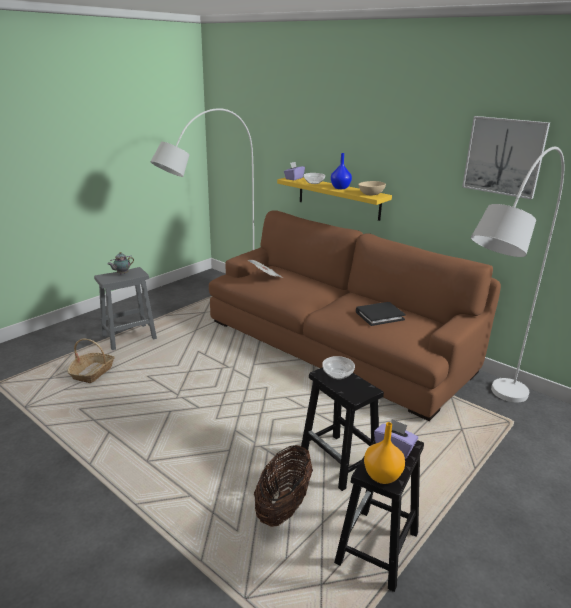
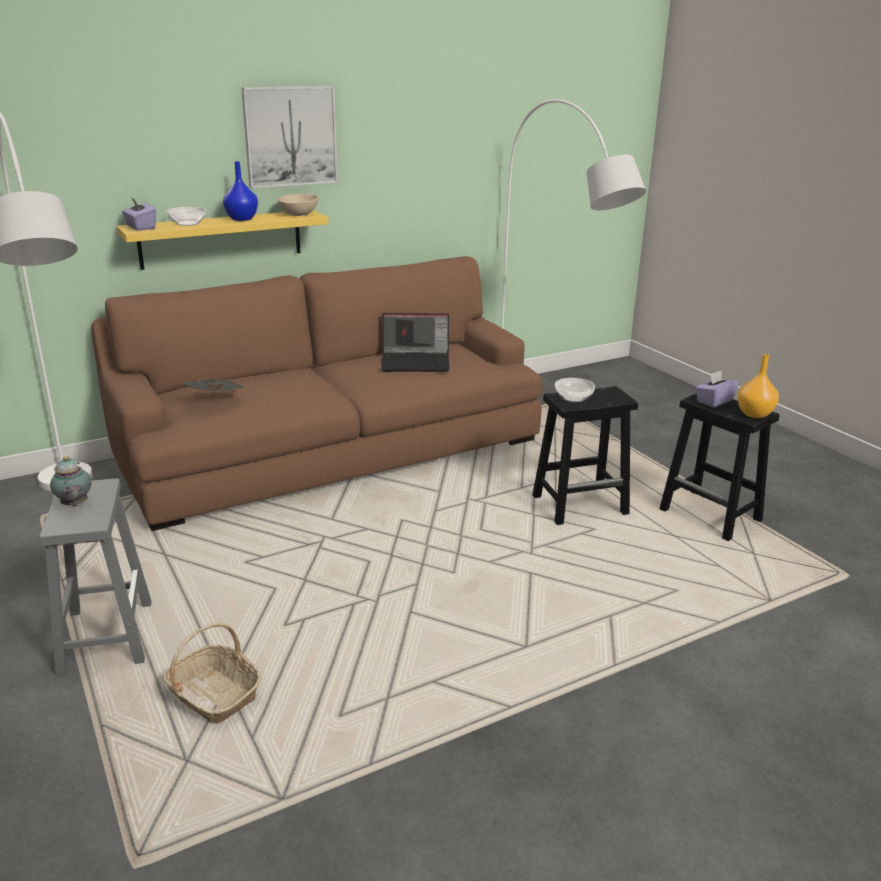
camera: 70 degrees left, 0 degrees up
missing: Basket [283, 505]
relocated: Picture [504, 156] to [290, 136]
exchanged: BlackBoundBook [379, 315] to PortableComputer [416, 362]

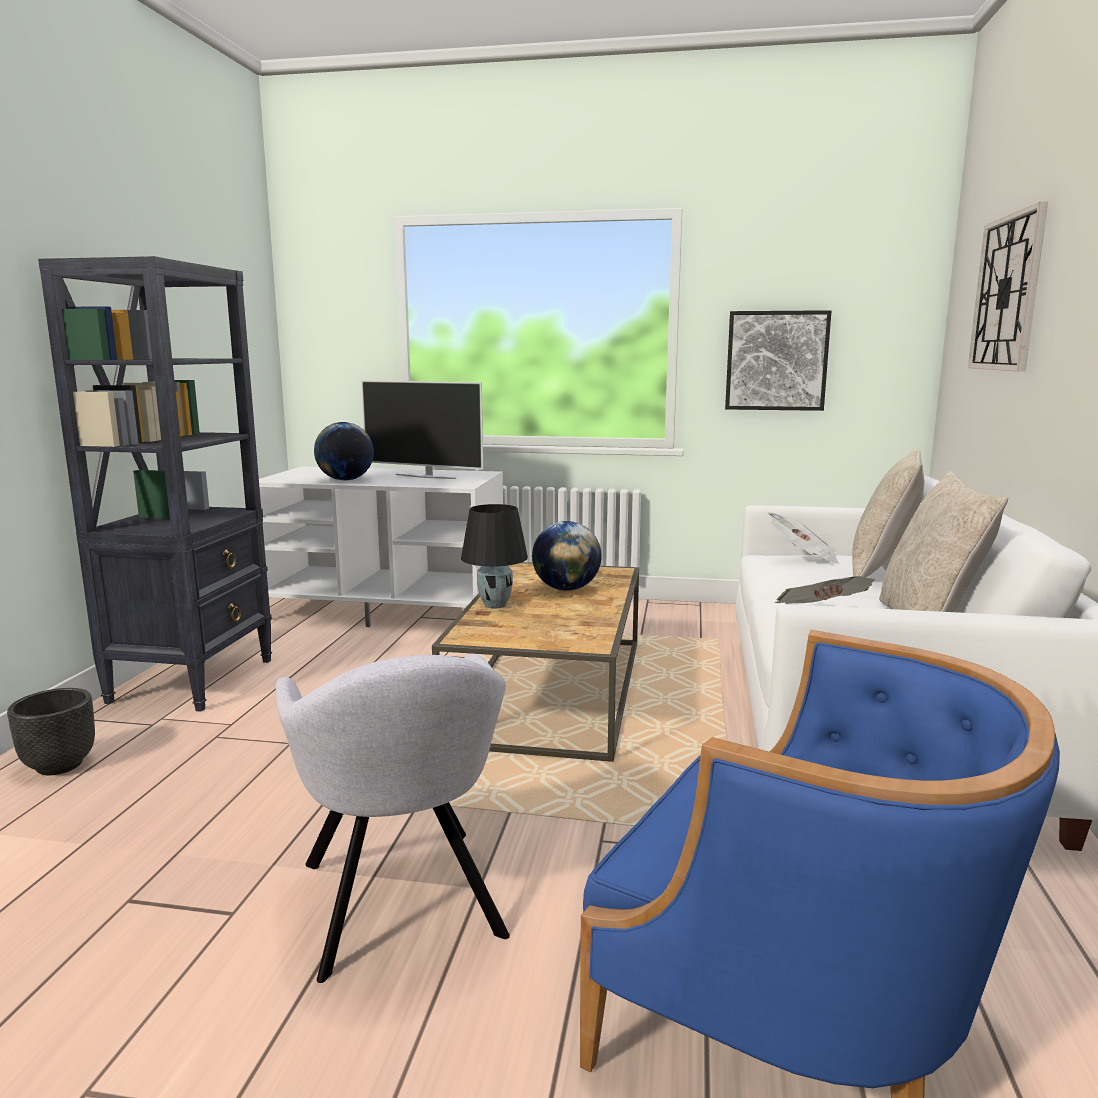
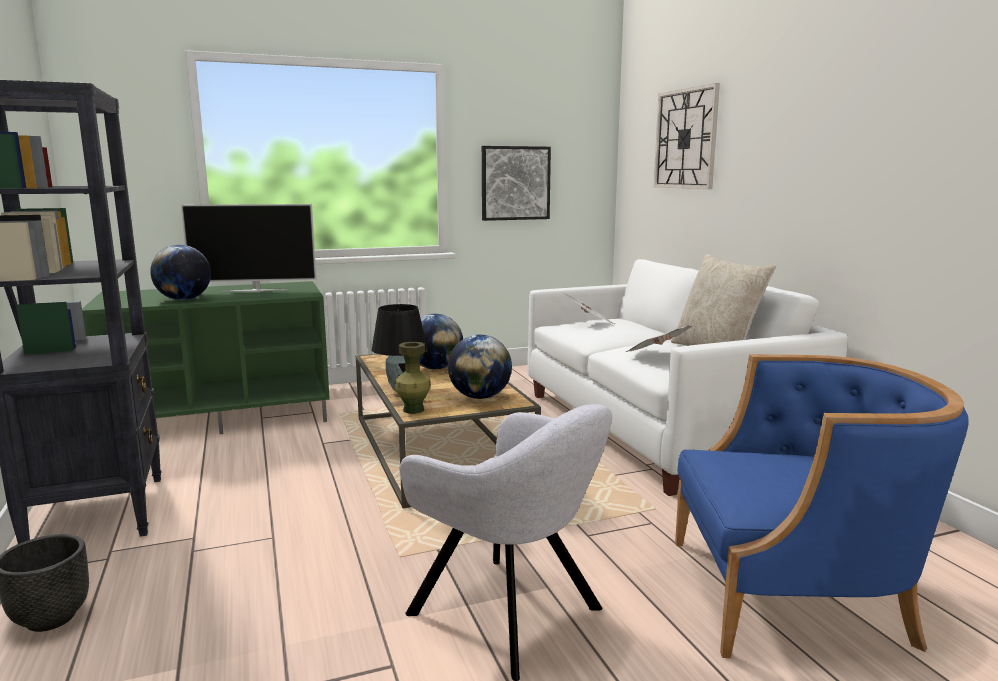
camera: 30 degrees left, 0 degrees up
missing: SandColouredThrowPillow [882, 571]
appeared: GreenDecorativeVase [413, 410]; Globe [480, 397]
colour: WhitishMediaConsole [389, 610] to GreenMediaConsole [224, 417]

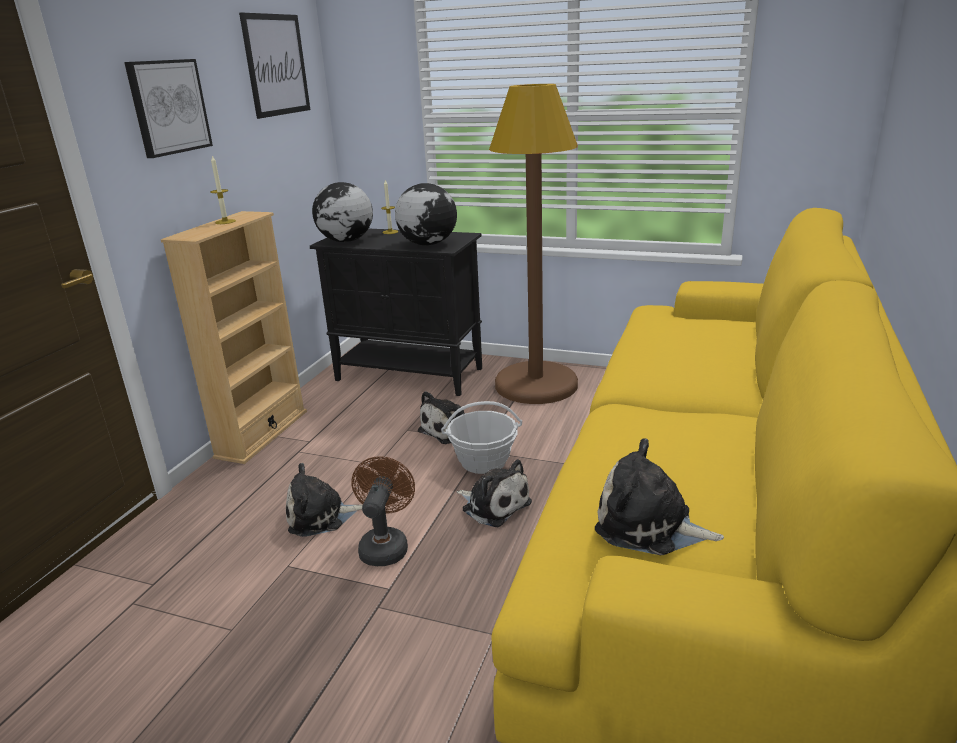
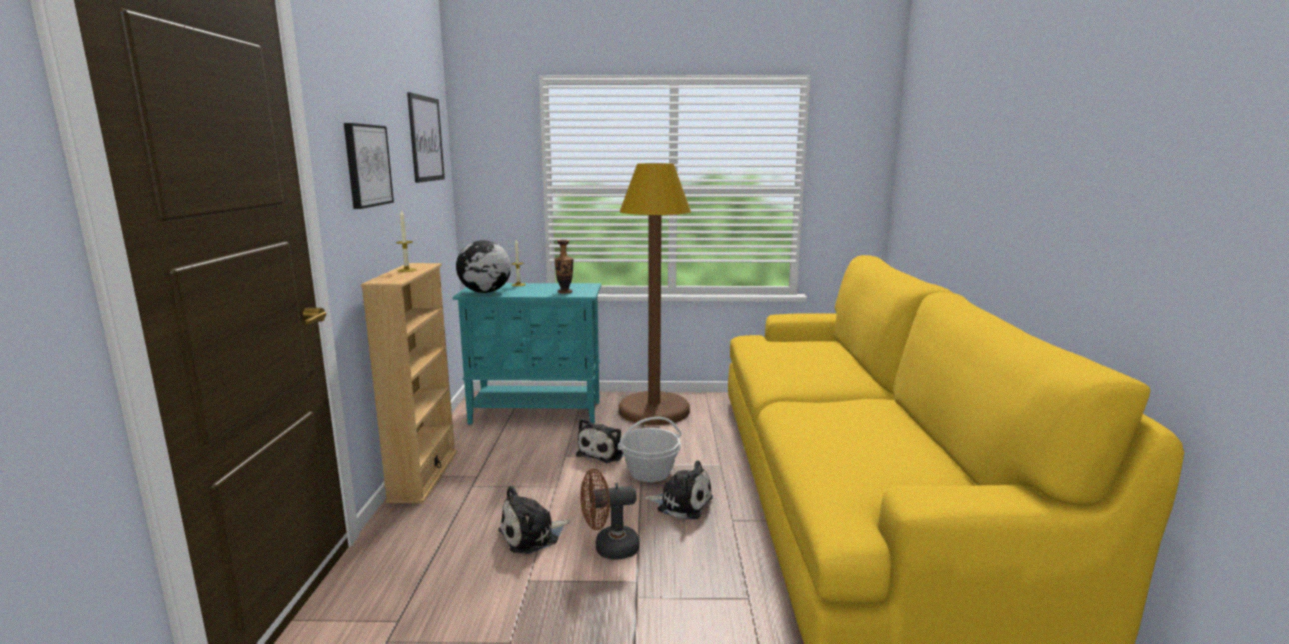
camera: 20 degrees left, 10 degrees down
missing: CuddlyToy [649, 526]
exchanged: Globe [428, 244] to DecorativeVase [565, 292]
colour: BlackCabinet [410, 374] to TurquoiseCabinet [537, 412]
spun: BrownColouredCoolingFan [385, 545] = [609, 548] 90 degrees counterclockwise

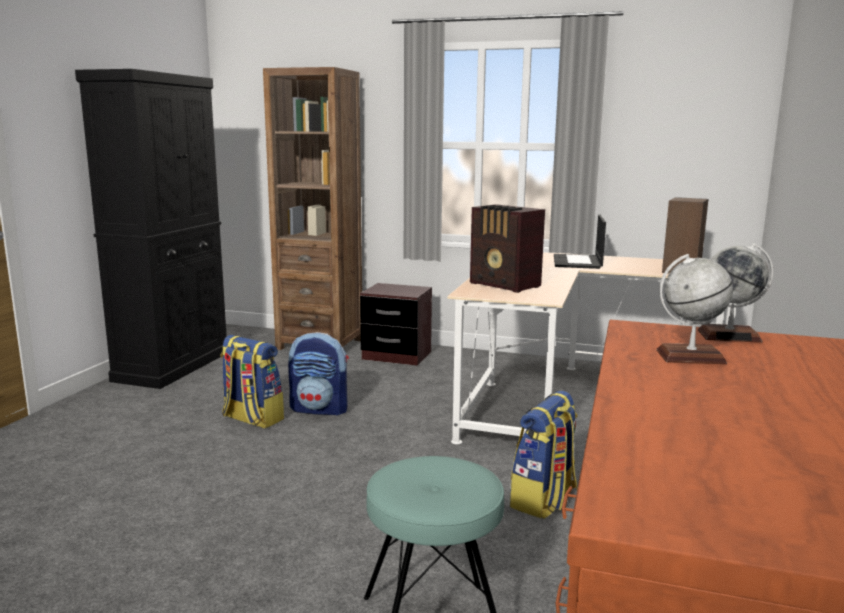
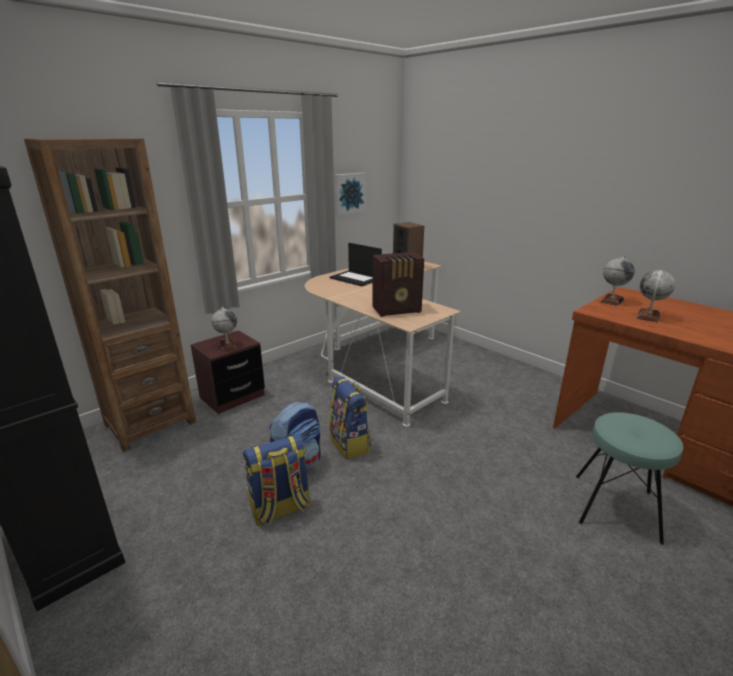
camera: 60 degrees left, 10 degrees up
appeared: Globe [227, 345]; Picture [349, 193]
relocated: Rucksack [544, 500] to [350, 444]

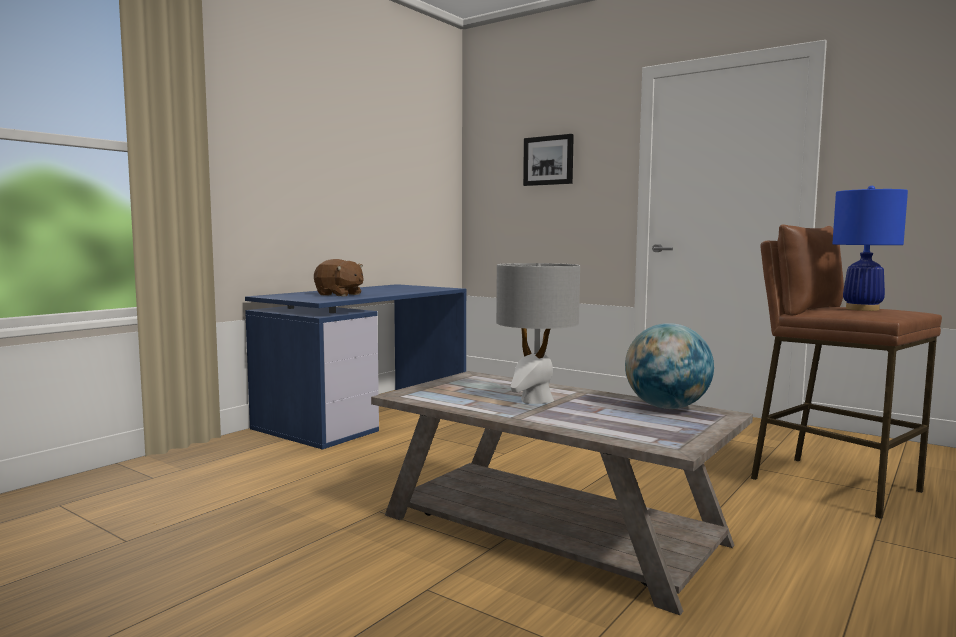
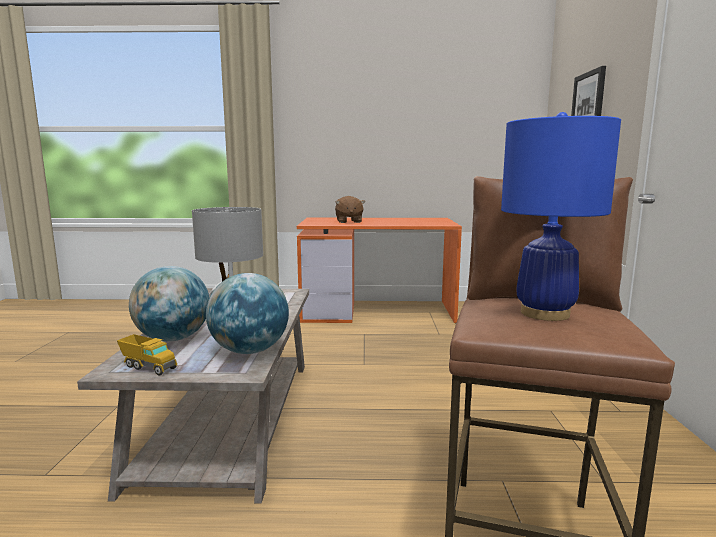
camera: 55 degrees right, 5 degrees up
appeared: ModelTruck [148, 367]; Globe [173, 339]
colour: BluishDesk [366, 414] to OrangeyDesk [378, 311]

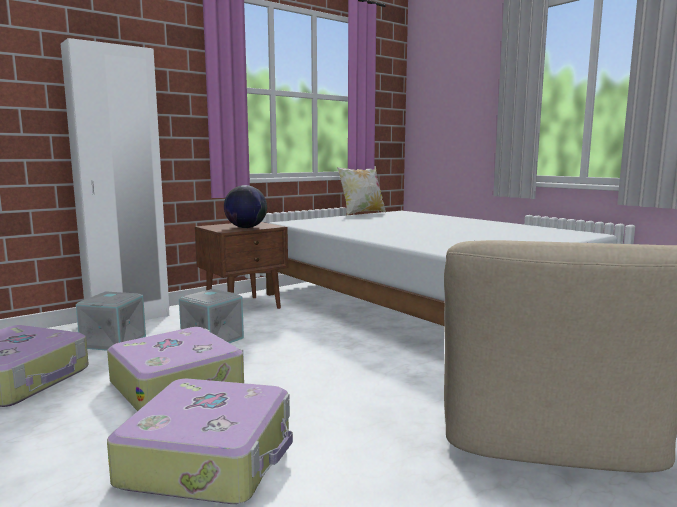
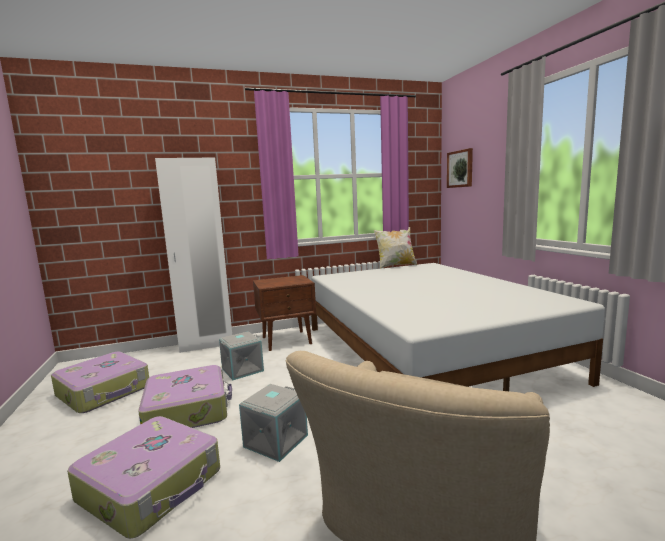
camera: 20 degrees right, 0 degrees up
missing: Globe [246, 228]
appeared: Picture [460, 169]
relocated: GrayStorageBox [113, 341] to [275, 440]

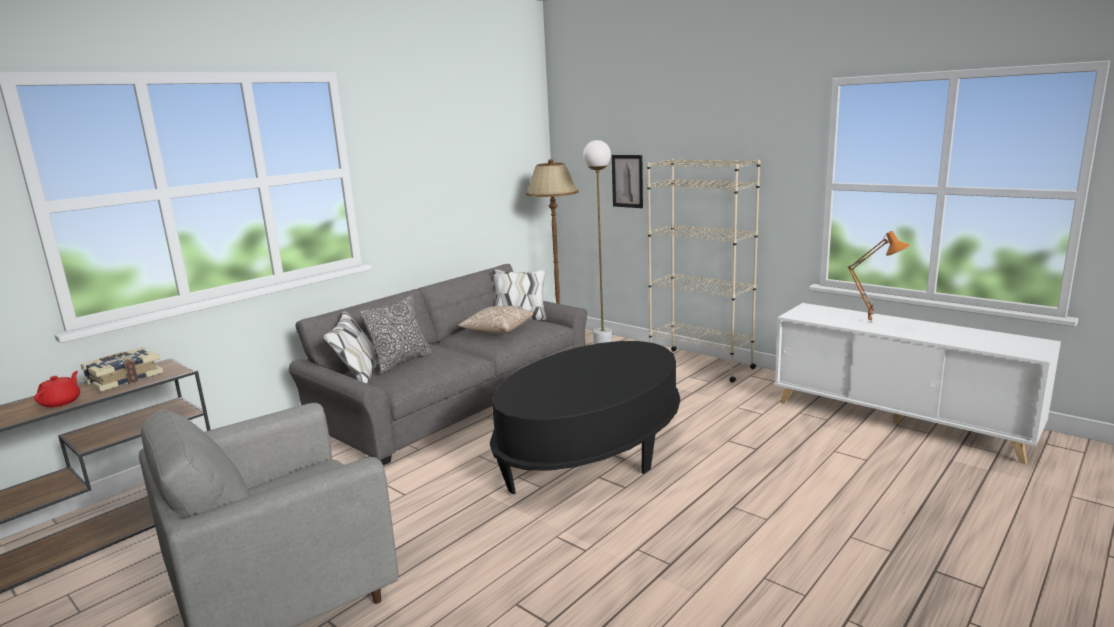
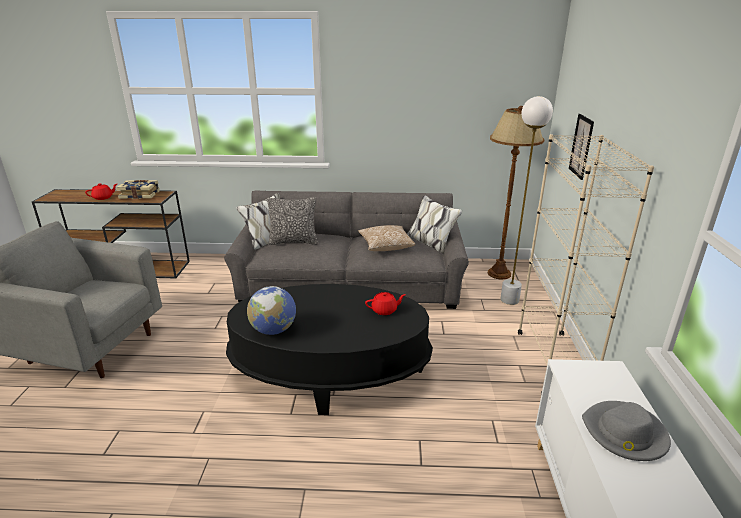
camera: 50 degrees right, 10 degrees up
appeared: Globe [273, 330]; RedTeaPot [385, 310]
exchanged: OrangeyTableLamp [871, 322] to GrayHat [625, 433]

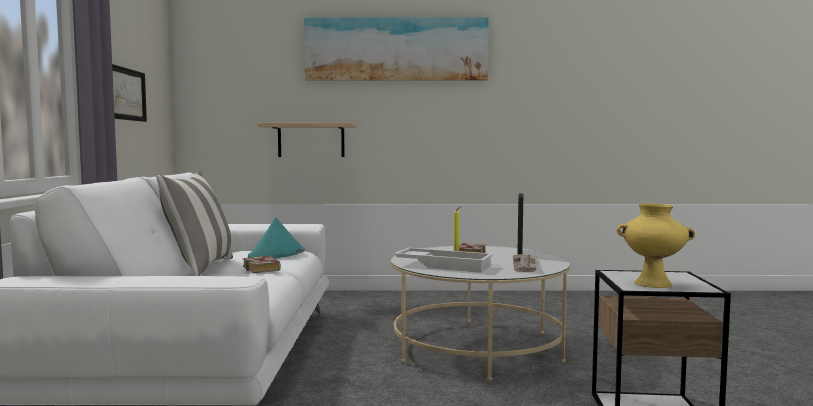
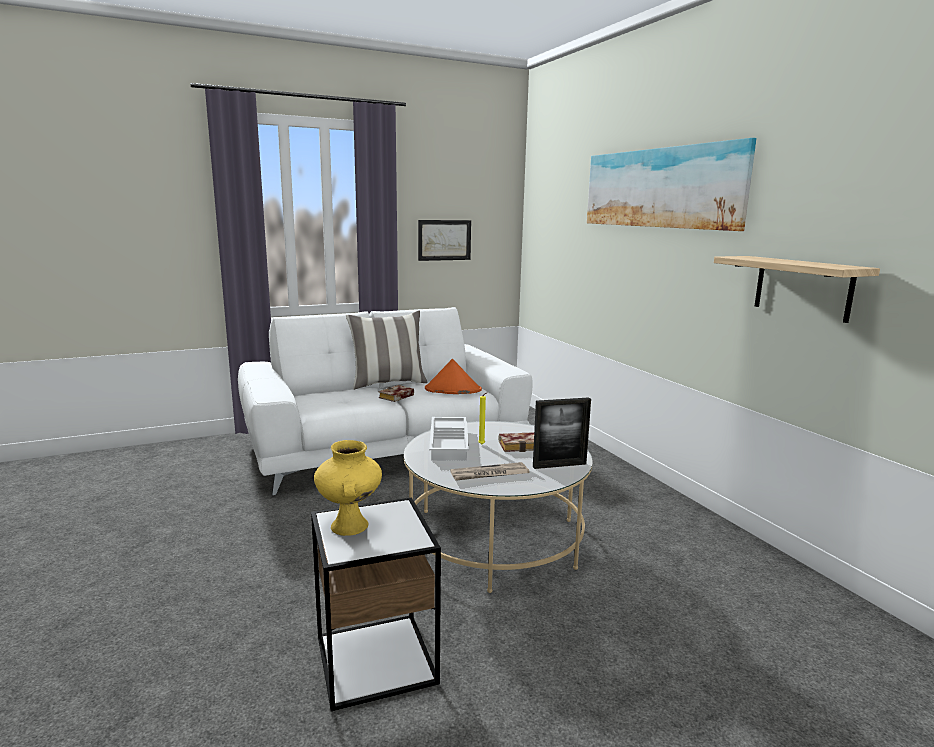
camera: 65 degrees right, 10 degrees up
relocated: WallShelf [311, 140] to [802, 288]
colour: TurquoiseHat [276, 254] to OrangeyHat [452, 389]

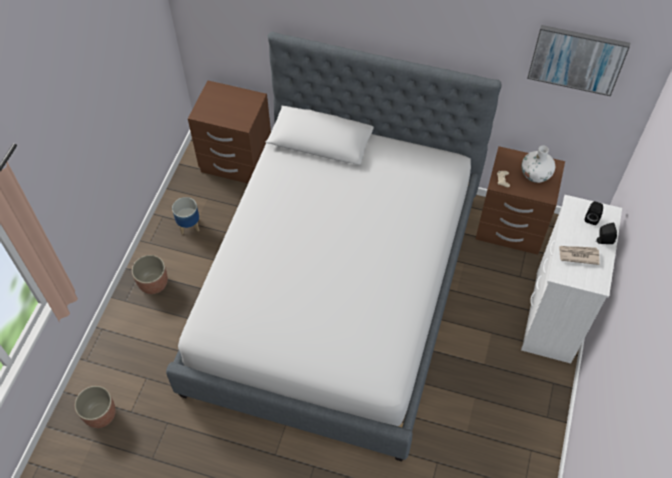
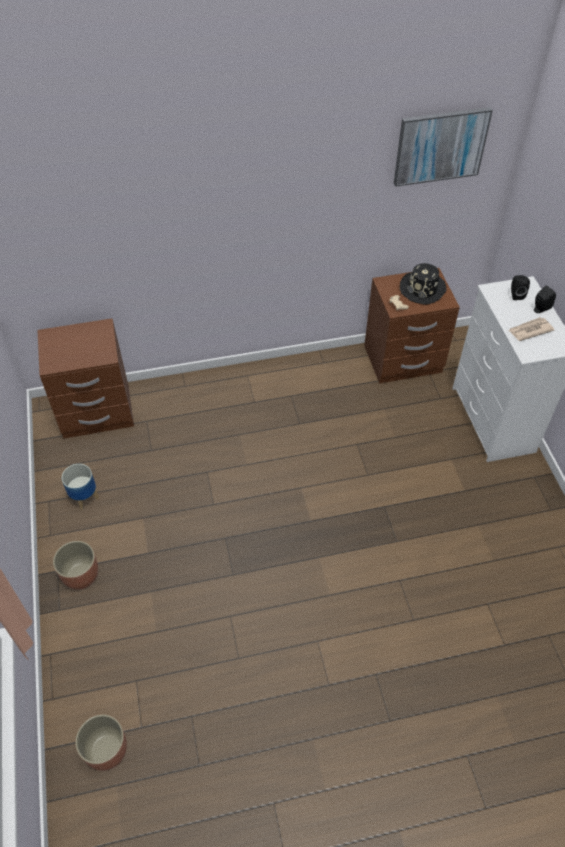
camera: 30 degrees left, 5 degrees down
missing: SleepingBed [336, 291]
exchanged: WhitishDecorativeVase [535, 175] to BlackHat [423, 289]

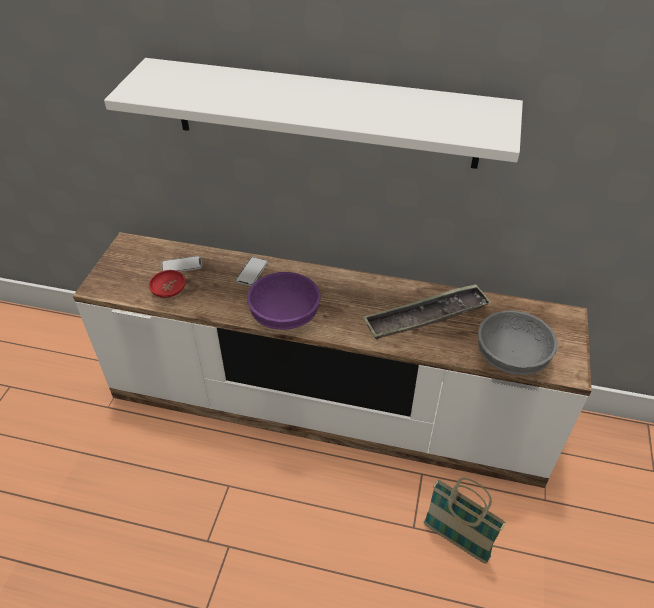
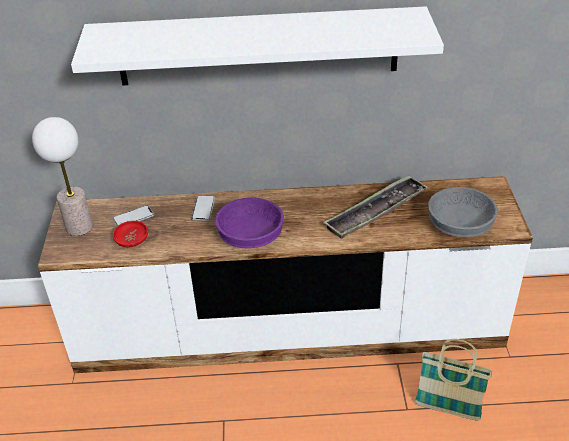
camera: 15 degrees left, 5 degrees down
appeared: TableLamp [79, 227]

